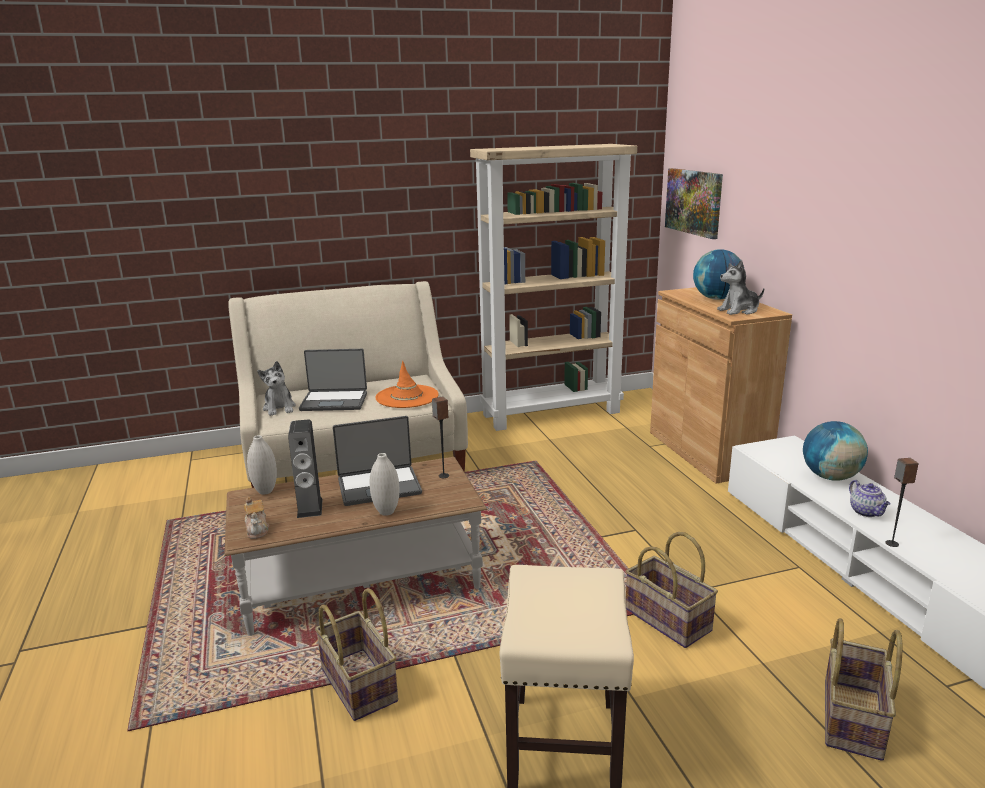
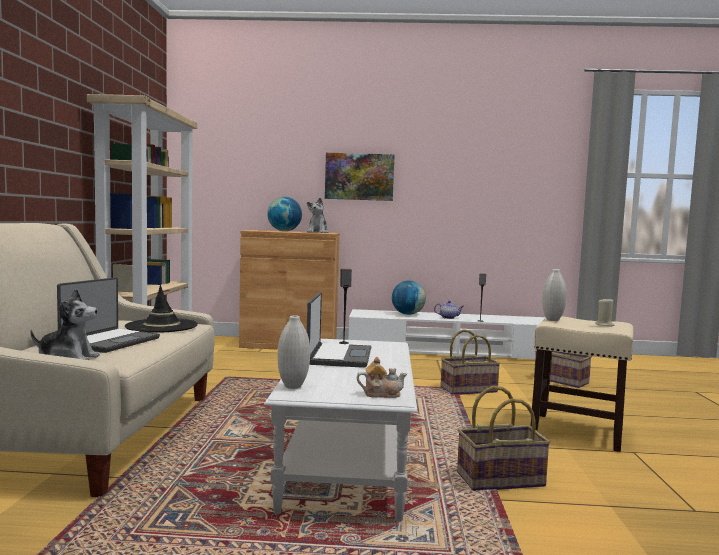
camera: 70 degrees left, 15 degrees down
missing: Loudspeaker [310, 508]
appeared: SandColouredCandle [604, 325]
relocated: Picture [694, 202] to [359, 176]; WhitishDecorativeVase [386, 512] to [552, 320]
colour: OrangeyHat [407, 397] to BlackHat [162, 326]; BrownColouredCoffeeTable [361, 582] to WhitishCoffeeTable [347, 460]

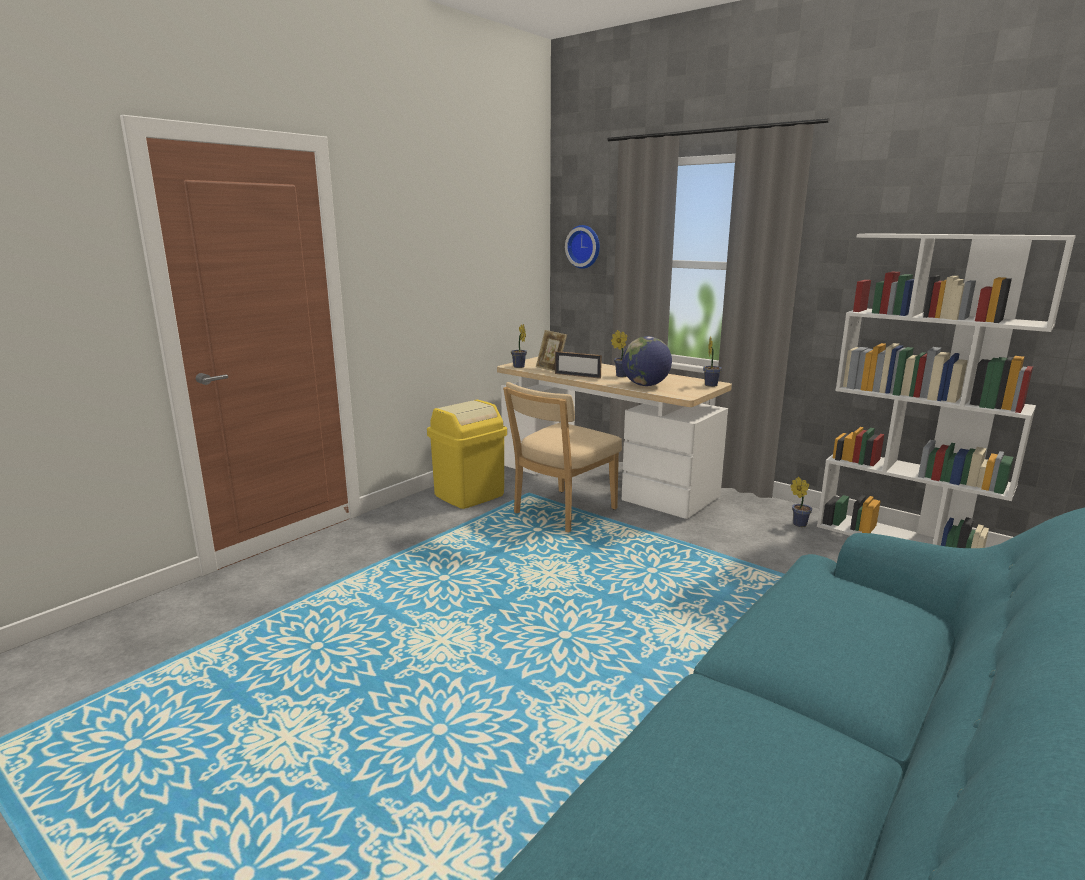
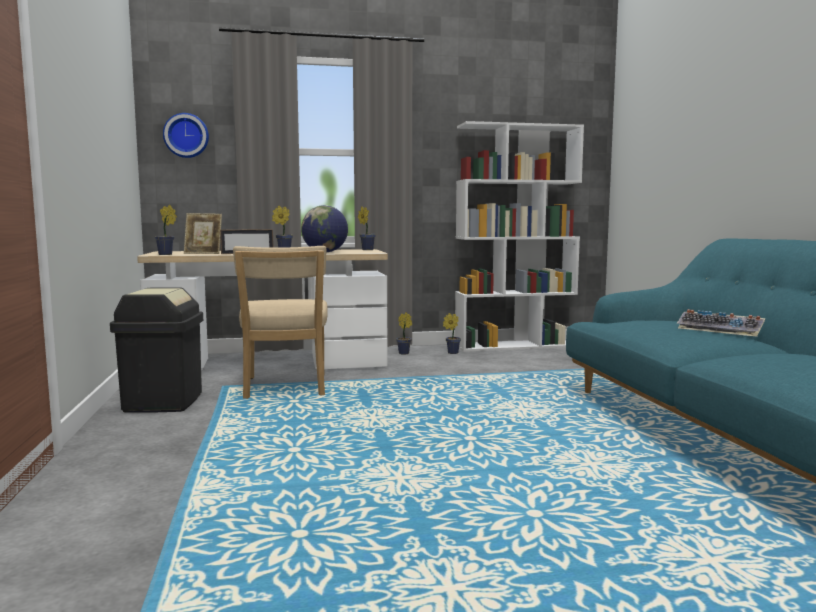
camera: 50 degrees left, 10 degrees down
appeared: PottedPlant [405, 353]; Keyboard [721, 330]
colour: YellowTrashCan [469, 495] to BlackTrashCan [162, 402]

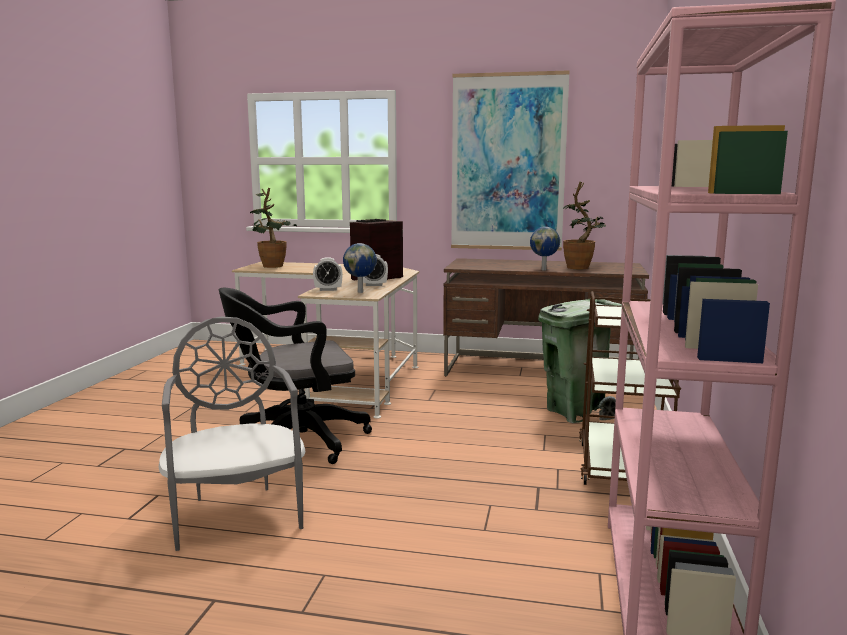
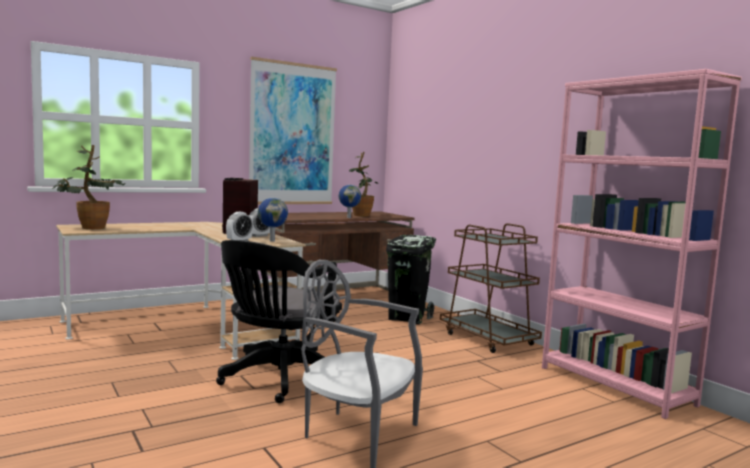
camera: 45 degrees left, 5 degrees down
colour: GreenTrashCan [576, 412] to BlackTrashCan [407, 318]

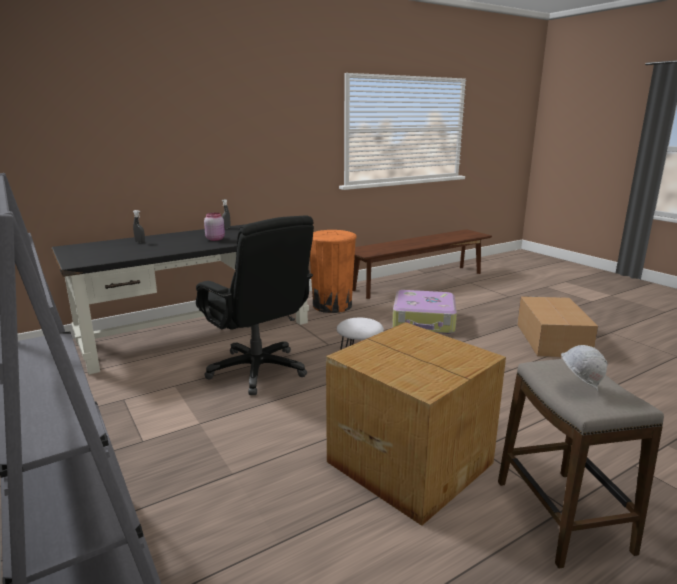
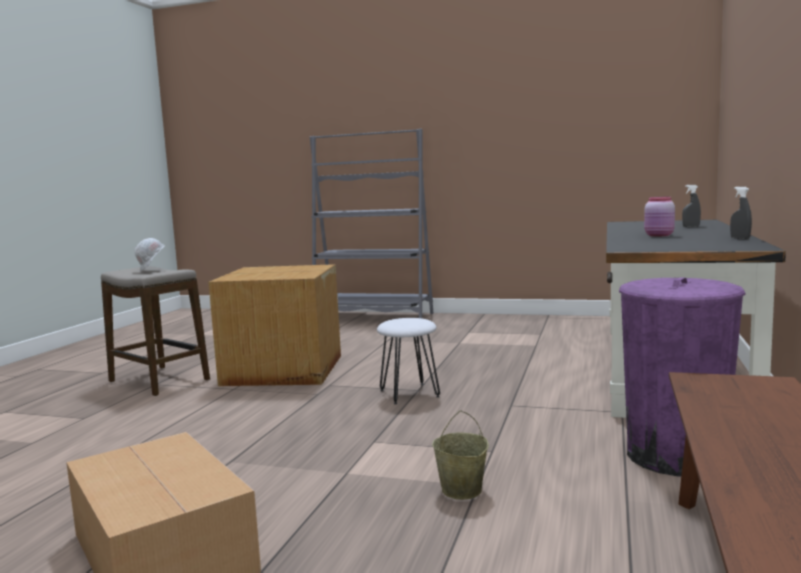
camera: 140 degrees right, 10 degrees down
missing: BlackOfficeChair [258, 370]
exchanged: TravelCase [424, 322] to SandColouredPail [462, 490]
colour: OrangeyTrashCan [332, 305] to PurpleColouredTrashCan [676, 456]

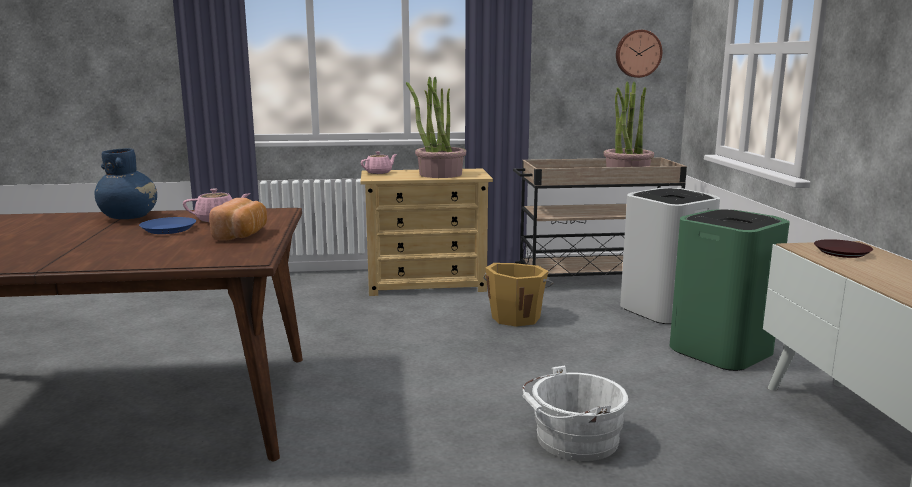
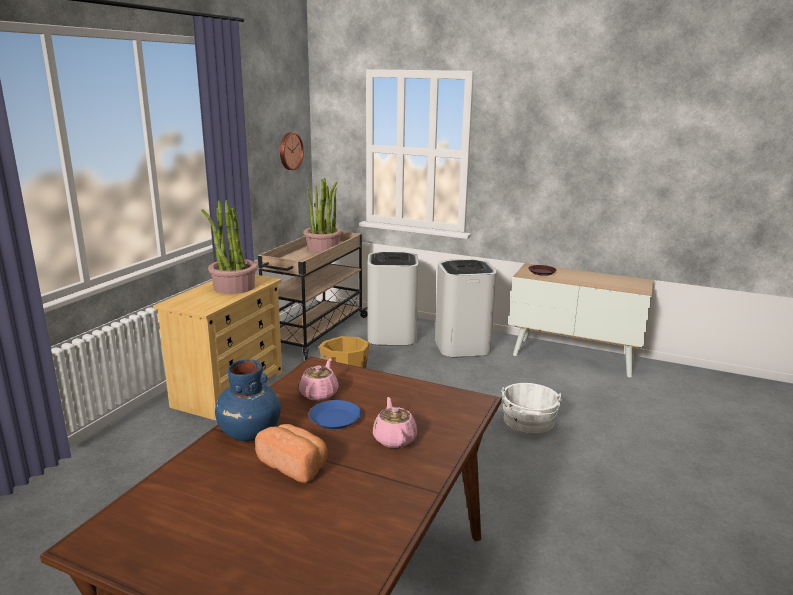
camera: 60 degrees left, 5 degrees up
relocated: Bread [242, 235] to [295, 465]; PinkTeaPot [379, 172] to [394, 438]
colour: GreenTrashCan [721, 350] to WhitishTrashCan [462, 346]

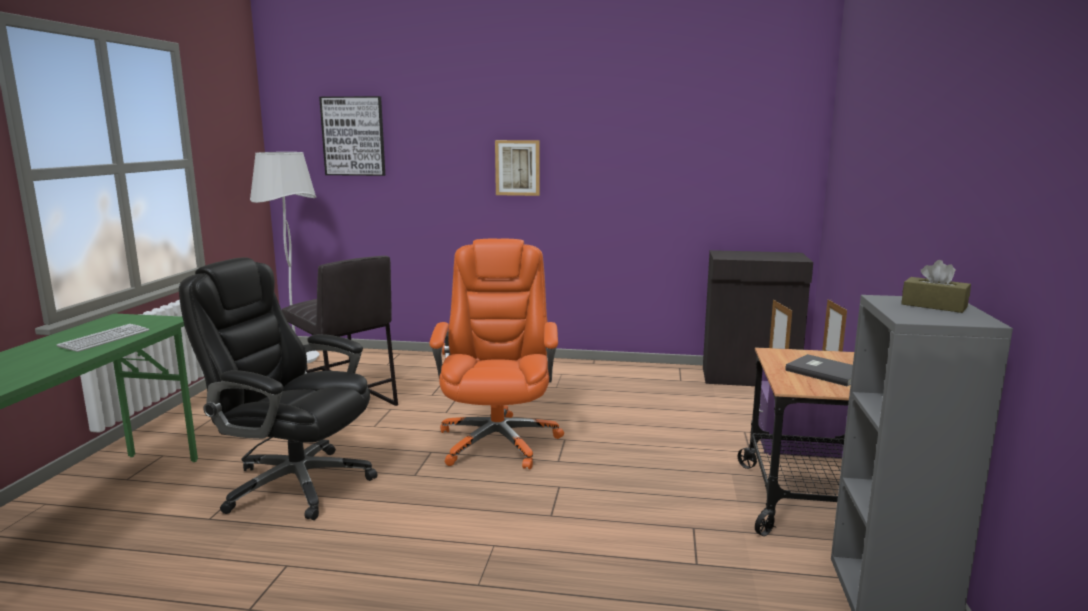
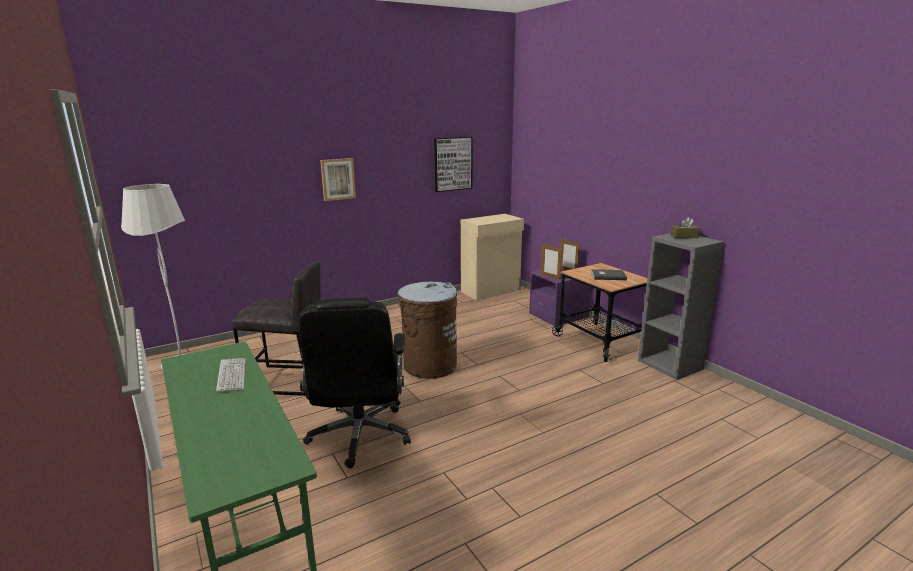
camera: 40 degrees left, 5 degrees up
relocated: Picture [353, 136] to [453, 164]
exchanged: OrangeyOfficeChair [498, 441] to BrownColouredTrashCan [429, 366]
colour: BlackCabinet [750, 378] to SandColouredCabinet [491, 291]
spun: BlackOfficeChair [295, 484] = [360, 436] 75 degrees counterclockwise

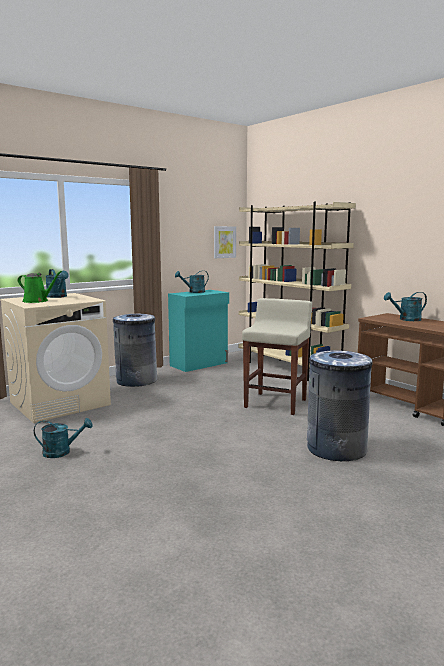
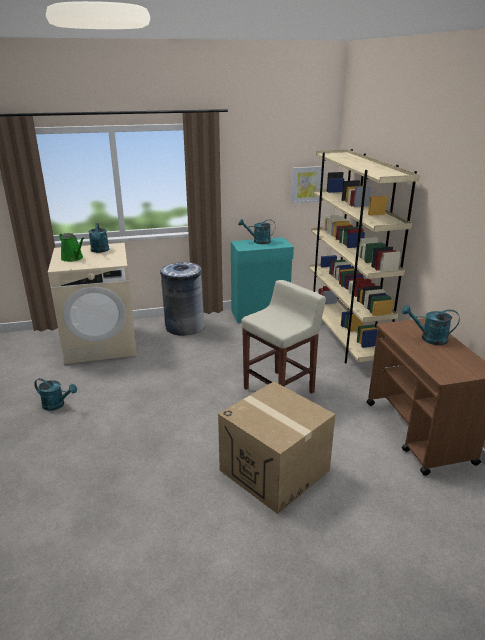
camera: 25 degrees right, 15 degrees up
exchanged: GrayTrashCan [336, 448] to CardboardBox [275, 470]

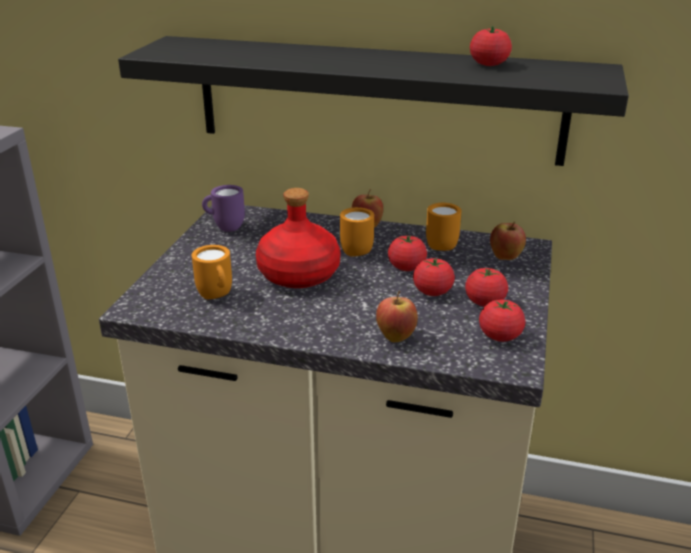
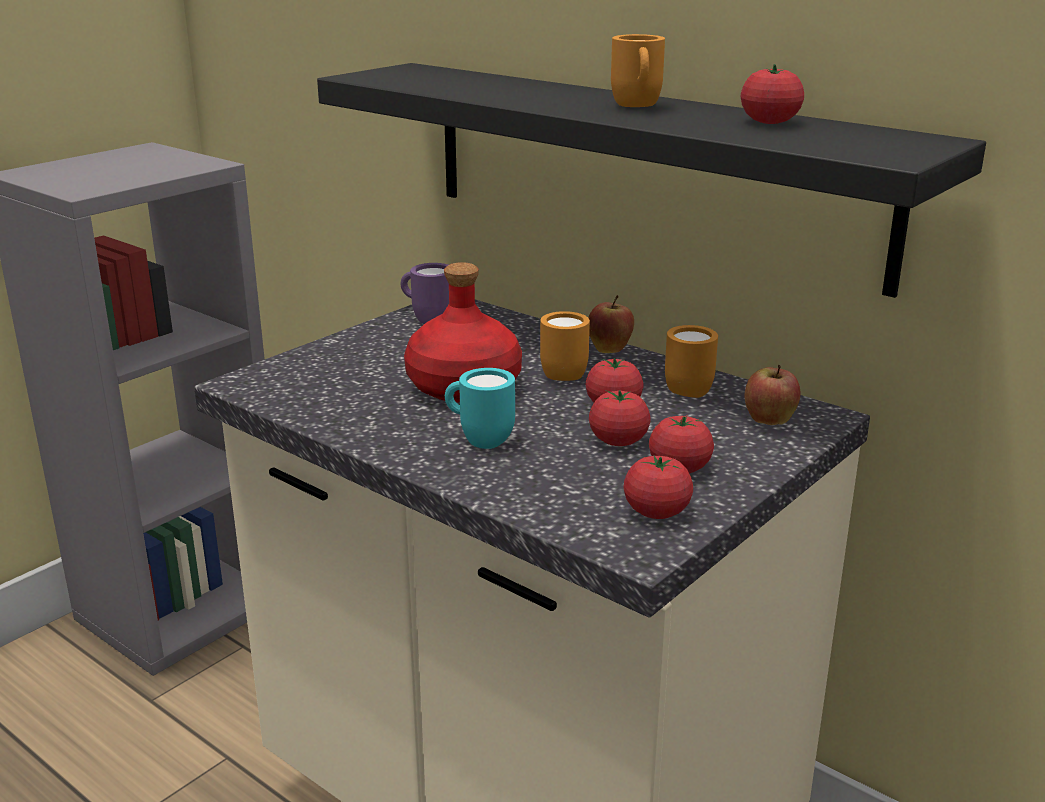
camera: 25 degrees right, 5 degrees down
missing: AppleFruit [395, 337]
appeared: TurquoiseMug [480, 441]
relocated: OrangeyMug [217, 297] to [637, 107]

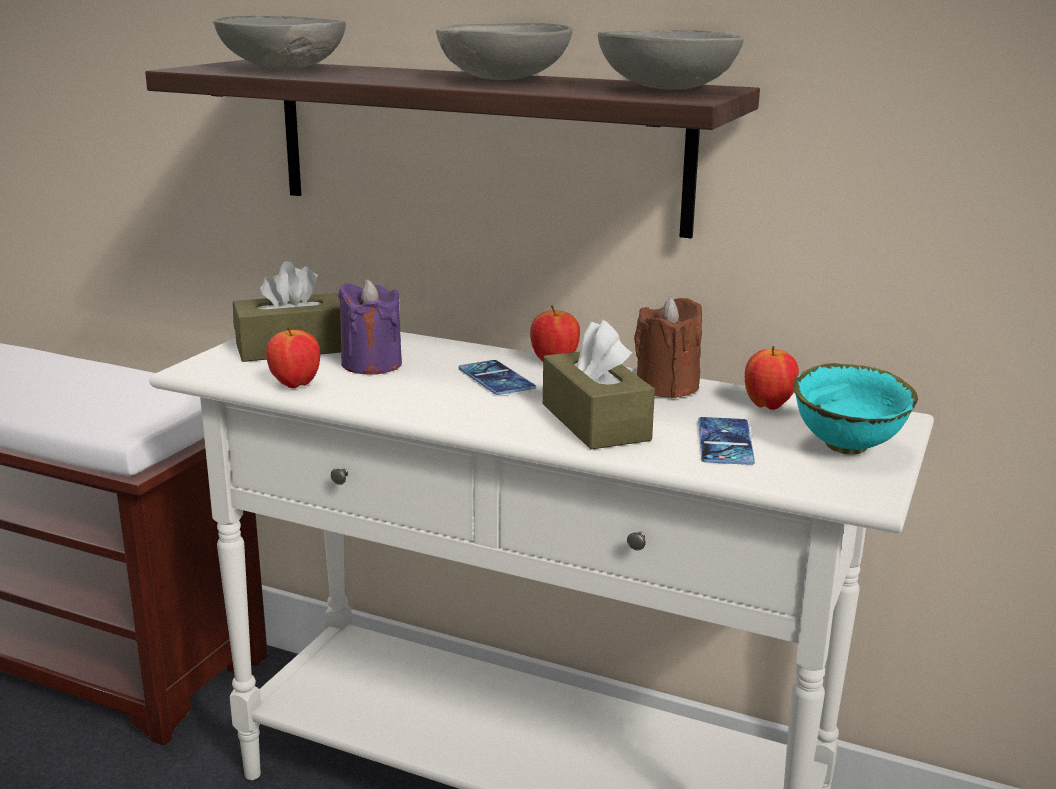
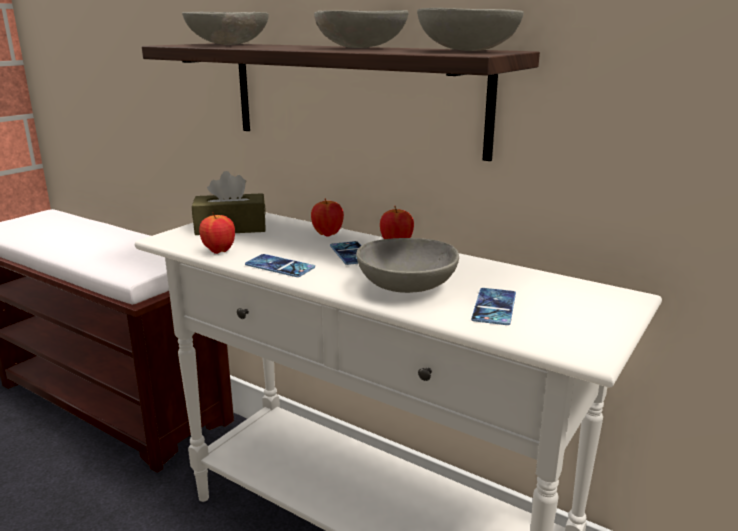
camera: 10 degrees right, 0 degrees up
missing: PurpleColouredCandle [371, 364]; BrownColouredCandle [667, 387]; TurquoiseServingBowl [849, 448]
appeared: Phone [280, 266]
relocated: AppleFruit [768, 406] to [327, 234]
exchanged: BrownColouredTissueBox [595, 422] to GrayServingBowl [405, 287]

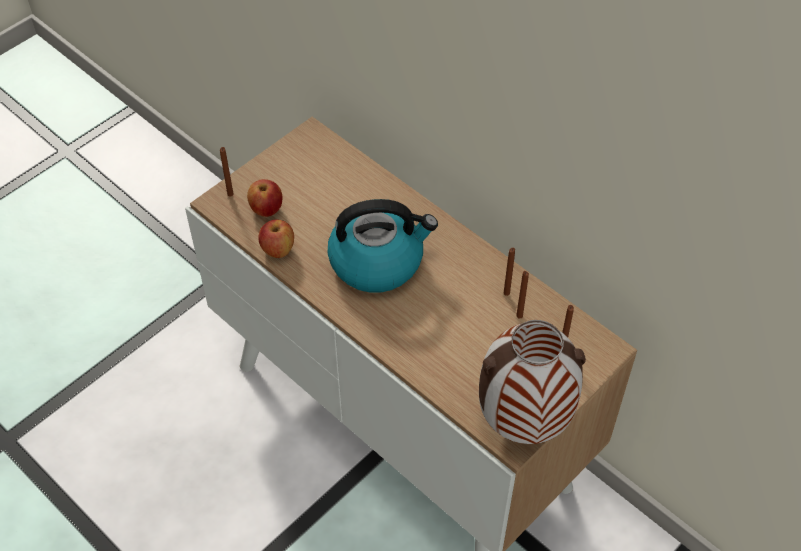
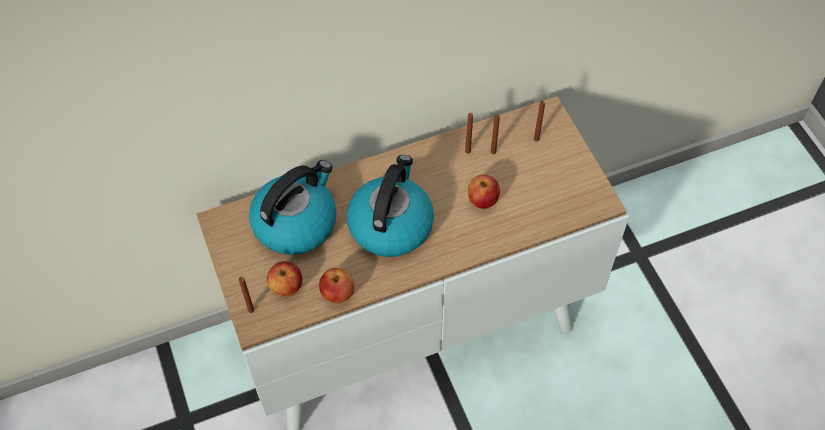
camera: 65 degrees left, 5 degrees up
missing: DecorativeVase [524, 422]
appeared: WaterKettle [296, 222]; AppleFruit [482, 200]

